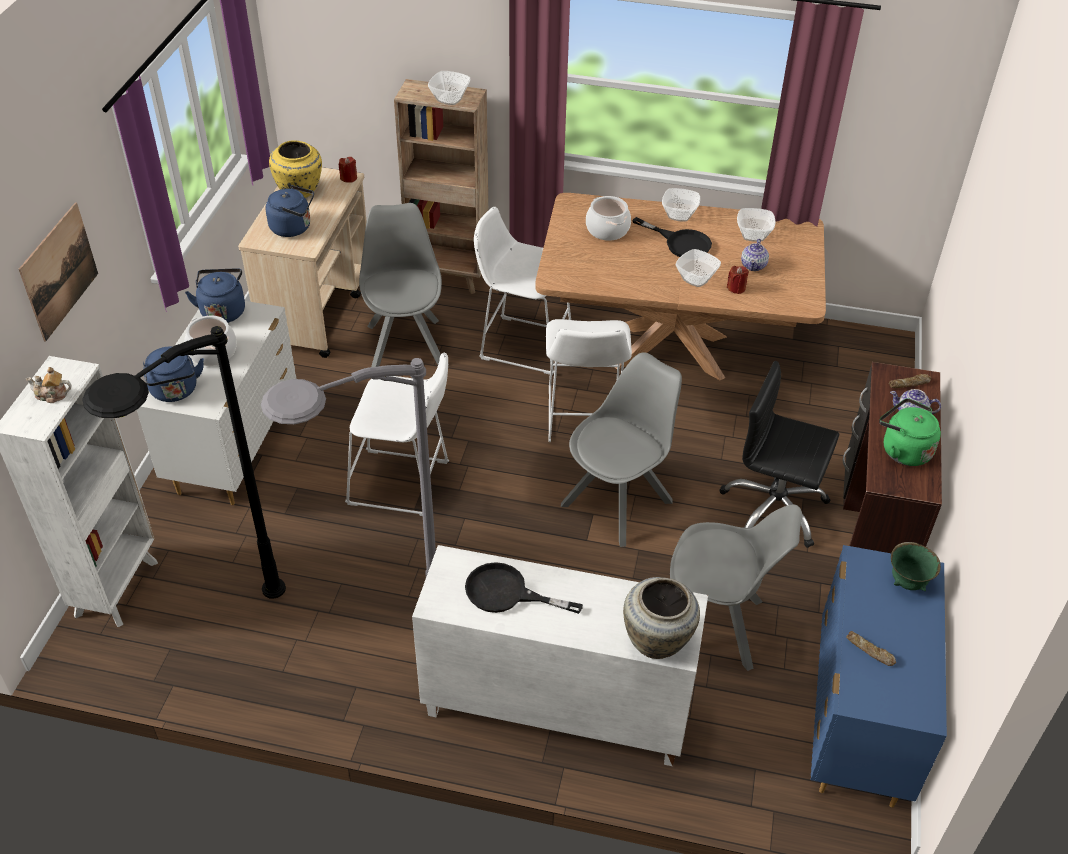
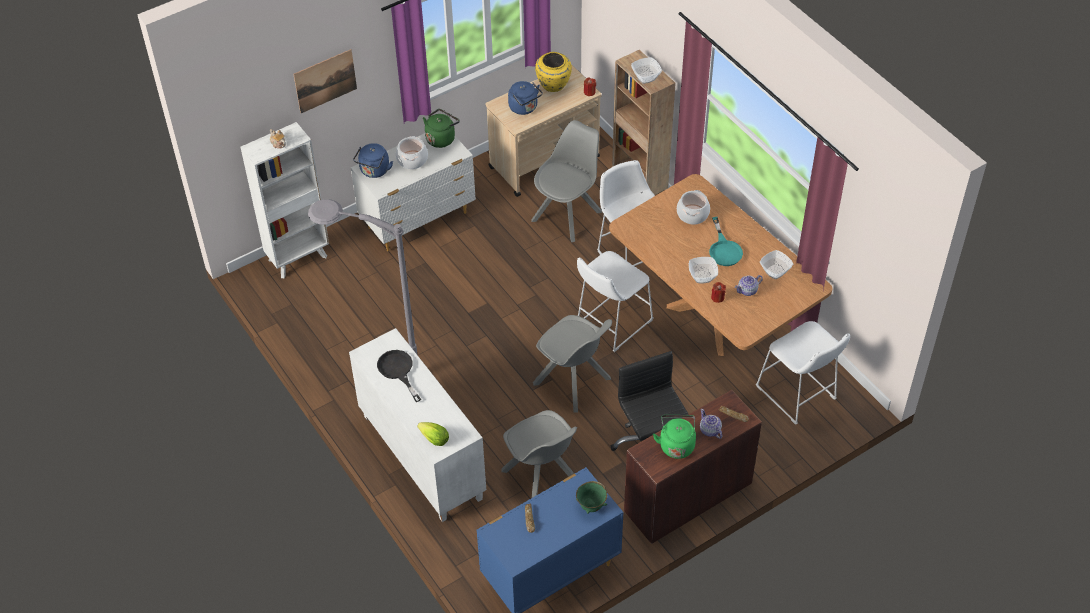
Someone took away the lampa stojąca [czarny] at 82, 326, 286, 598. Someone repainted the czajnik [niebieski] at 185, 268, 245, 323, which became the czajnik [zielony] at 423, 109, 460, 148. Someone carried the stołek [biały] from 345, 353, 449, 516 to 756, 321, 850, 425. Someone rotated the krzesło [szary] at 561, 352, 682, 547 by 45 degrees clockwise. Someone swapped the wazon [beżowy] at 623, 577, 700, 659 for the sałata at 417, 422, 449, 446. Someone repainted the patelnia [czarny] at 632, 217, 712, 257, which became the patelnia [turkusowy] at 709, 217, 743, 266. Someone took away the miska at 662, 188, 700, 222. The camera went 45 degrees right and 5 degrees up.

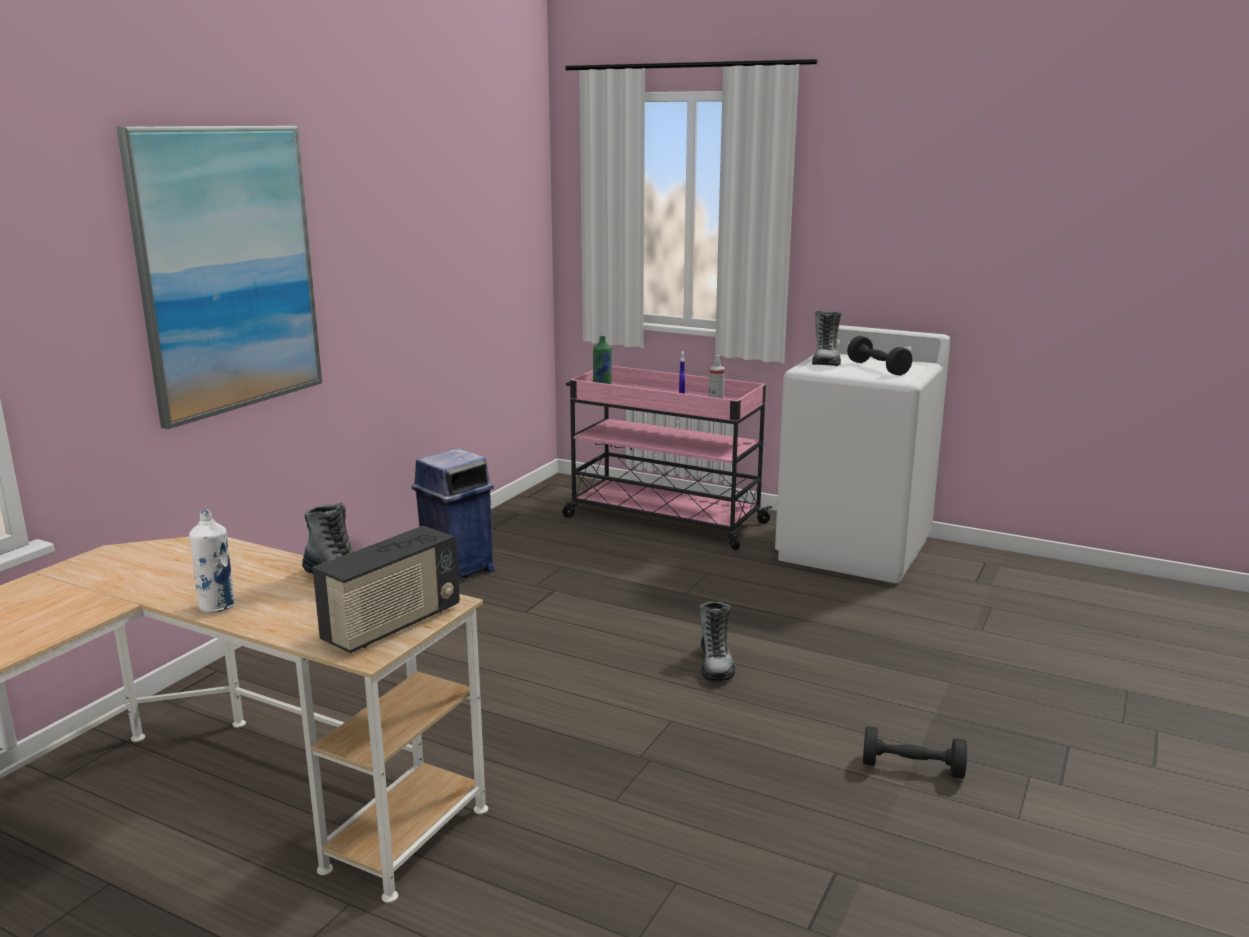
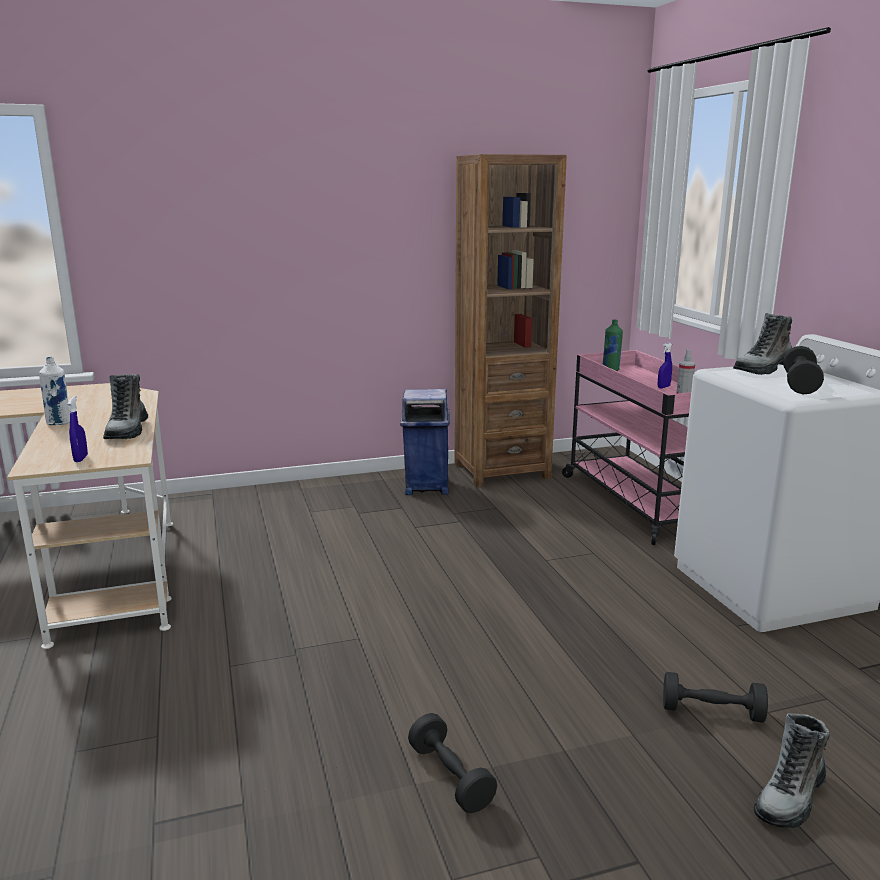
Someone took away the obraz at 117, 126, 322, 429. Someone swapped the radio at 312, 526, 460, 653 for the spryskiwacz [niebieski] at 68, 396, 88, 462. Someone carried the but z cholewką from 699, 602, 735, 681 to 754, 713, 830, 828. Someone put down the regał [brązowy] at 454, 154, 567, 487. Someone put down the hantel [czarny] at 663, 672, 768, 723. The camera went 45 degrees right and 0 degrees up.

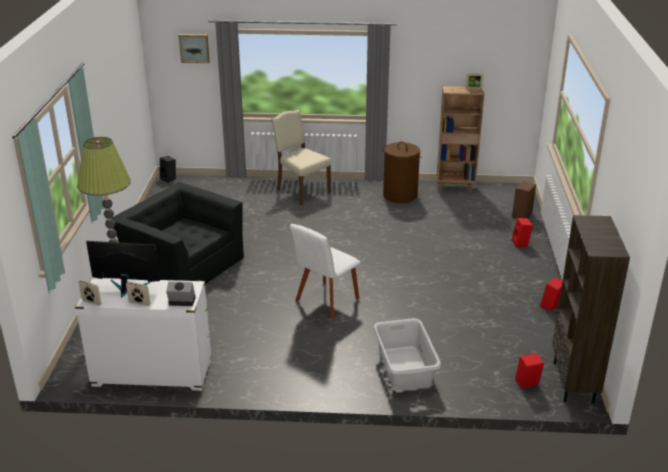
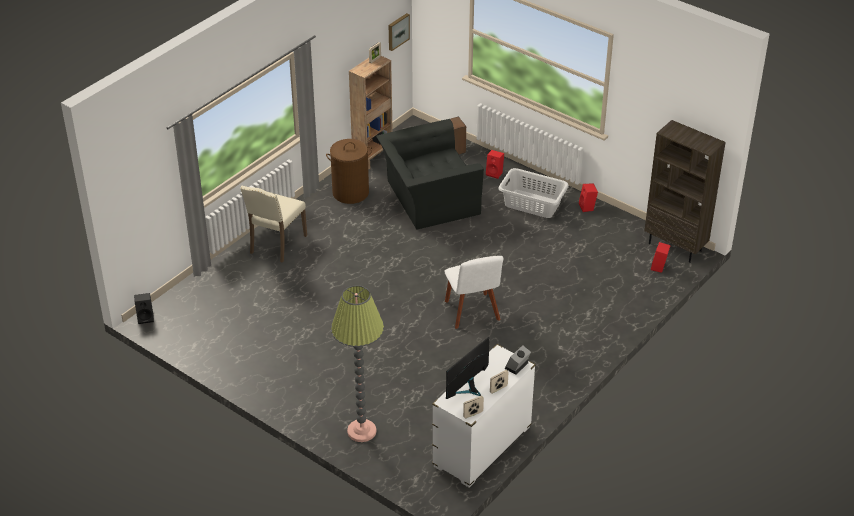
Someone carried the fotel [czarny] from 111, 182, 244, 284 to 376, 119, 484, 229. Someone carried the obraz from 179, 34, 210, 63 to 389, 13, 410, 51. Someone rotated the krzesło [beżowy] at 271, 110, 331, 205 by 60 degrees counterclockwise. Someone carried the kosz na pranie [szary] from 373, 318, 441, 390 to 498, 168, 569, 218. The camera went 55 degrees left and 10 degrees up.

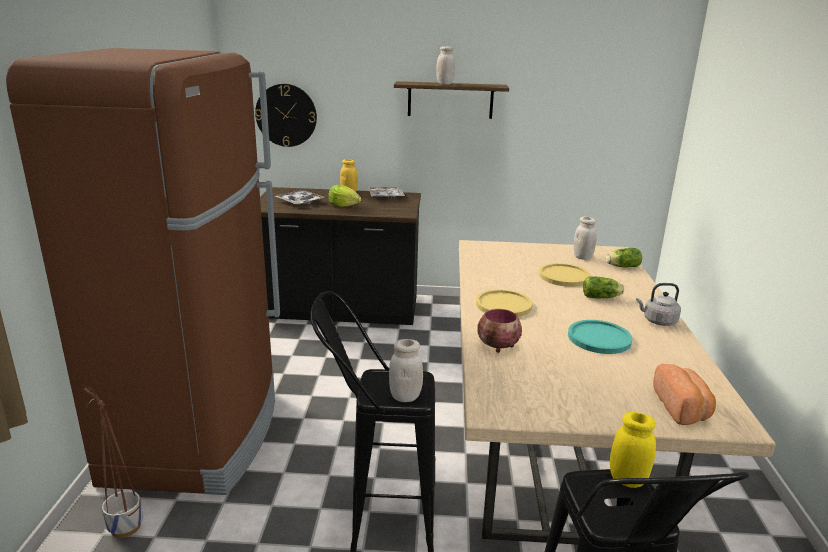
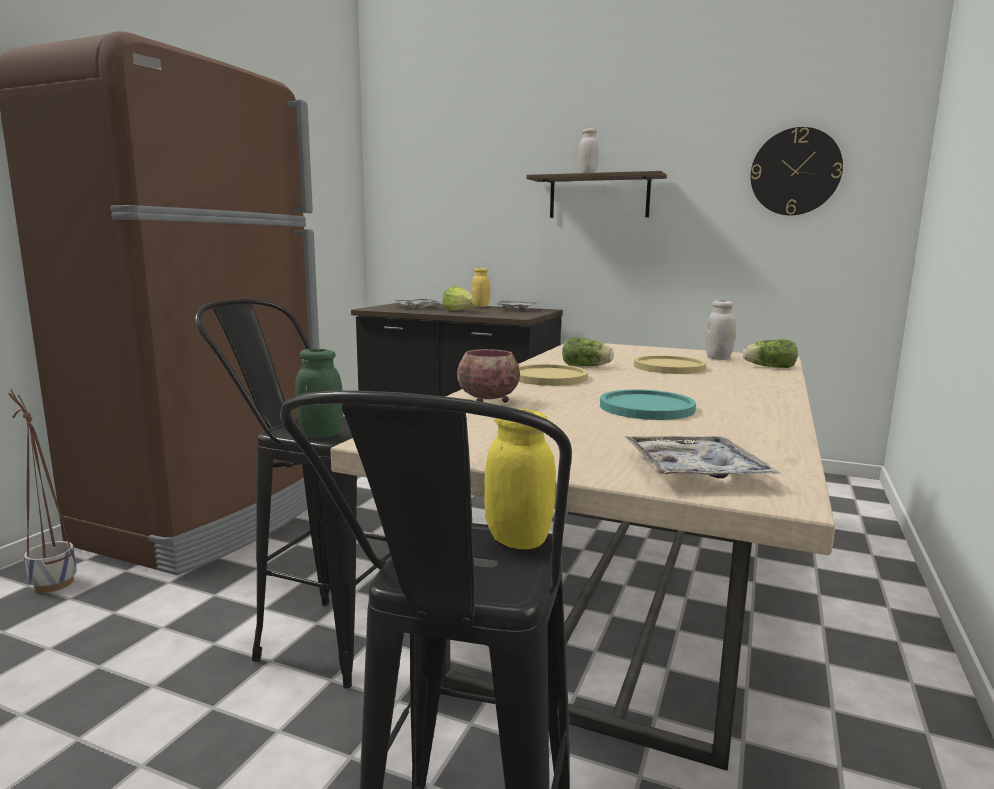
Someone carried the zegar ścienny from 255, 84, 317, 147 to 751, 127, 843, 215. Someone repainted the słoik [biały] at 389, 339, 423, 402, which became the słoik [zielony] at 295, 348, 343, 438. Someone carried the sałata from 583, 276, 624, 298 to 562, 337, 614, 366. Someone took away the czajnik [szary] at 636, 283, 681, 326. Someone swapped the chleb at 653, 364, 716, 425 for the taca at 624, 436, 780, 478. The camera went 20 degrees right and 10 degrees down.

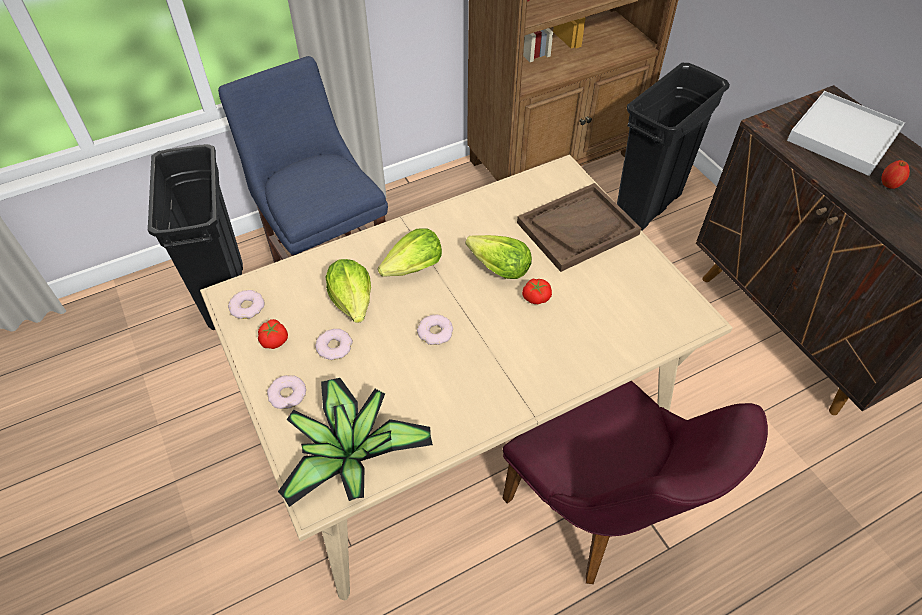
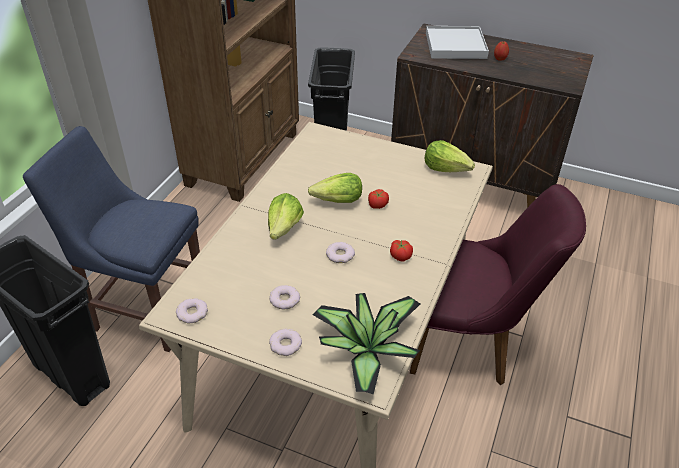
Someone carried the pomidor from 258, 319, 288, 349 to 390, 240, 413, 261. Someone carried the sałata from 326, 259, 371, 323 to 425, 140, 475, 172. Someone took away the taca [brązowy] at 517, 183, 641, 272. The camera went 40 degrees left and 10 degrees down.

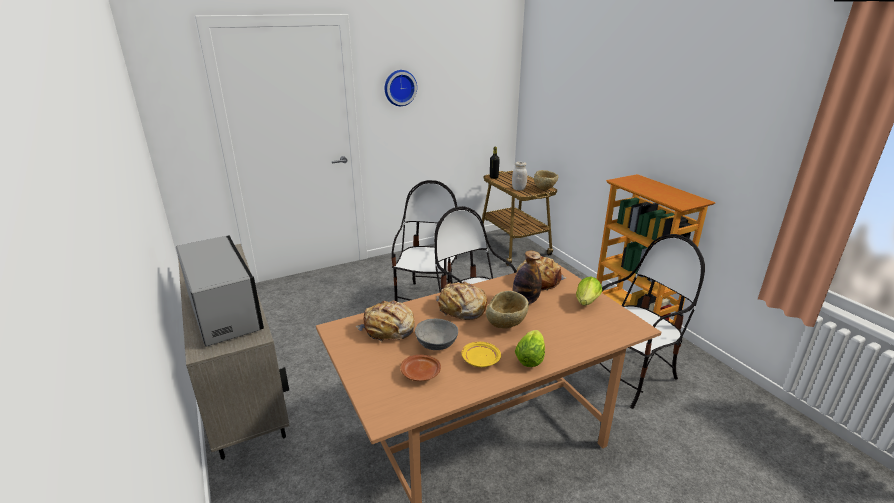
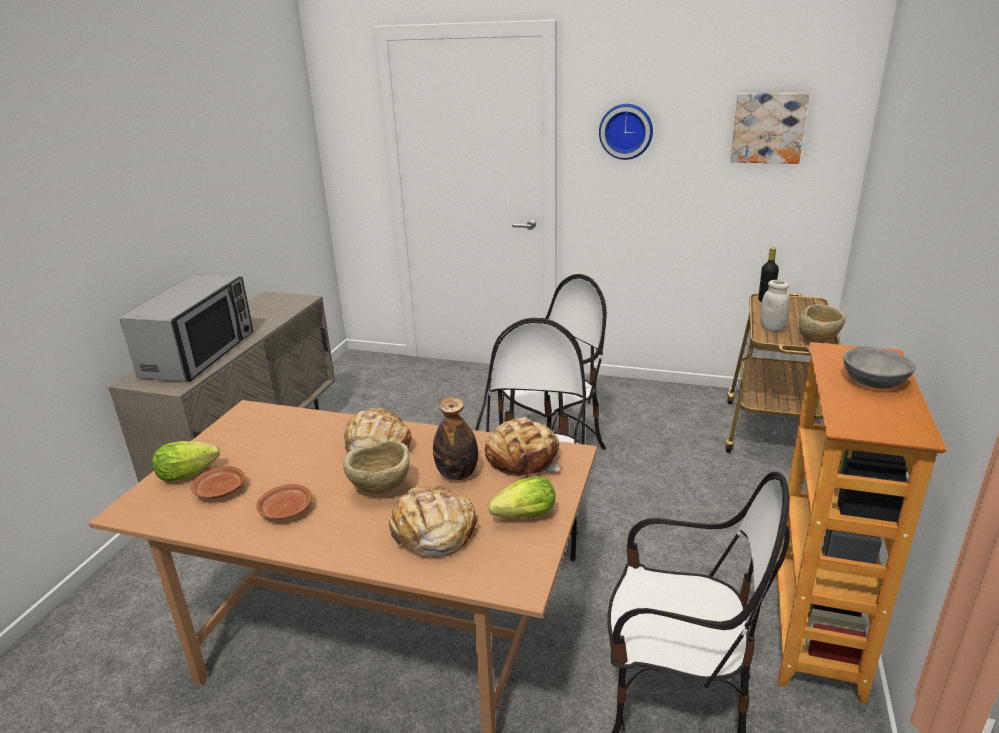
Someone carried the chleb from 356, 300, 415, 342 to 389, 486, 477, 557. Someone carried the miska [szary] from 415, 319, 458, 350 to 844, 346, 916, 388. Someone repainted the talerz [żółty] at 461, 342, 501, 367, which became the talerz [brązowy] at 256, 484, 312, 519. Someone carried the sałata from 515, 330, 545, 367 to 152, 441, 220, 482. Someone put up the obraz at 731, 93, 809, 164. The camera went 45 degrees right and 0 degrees up.

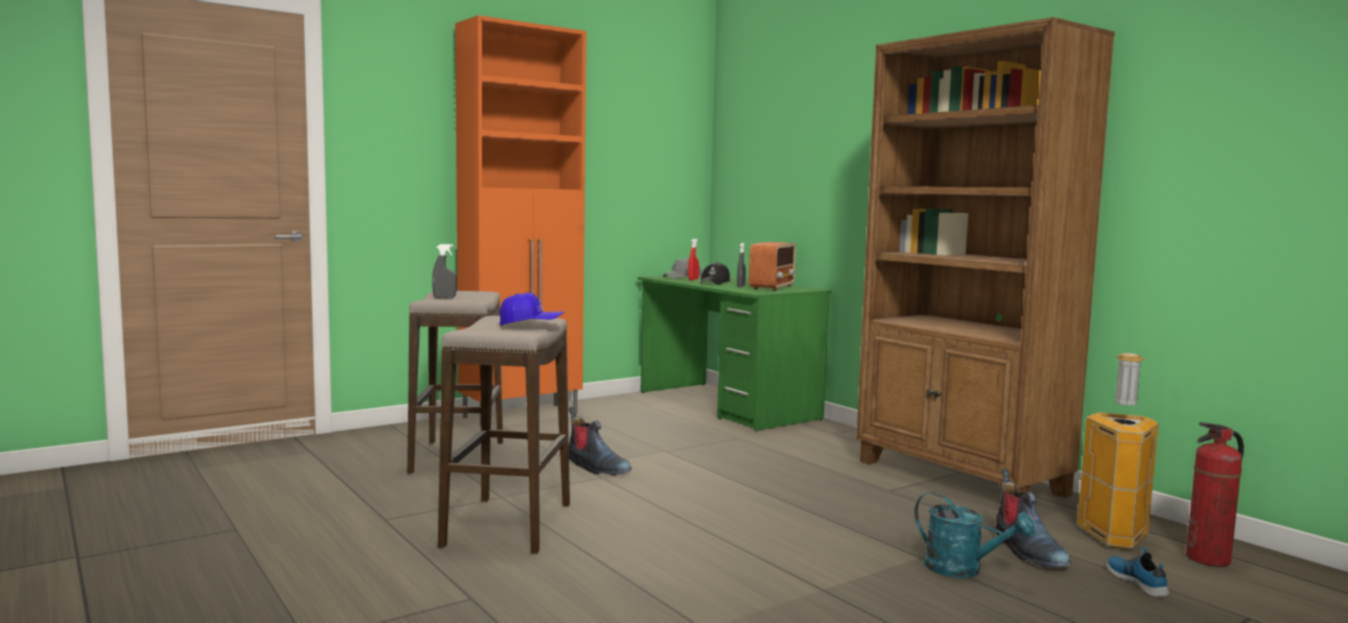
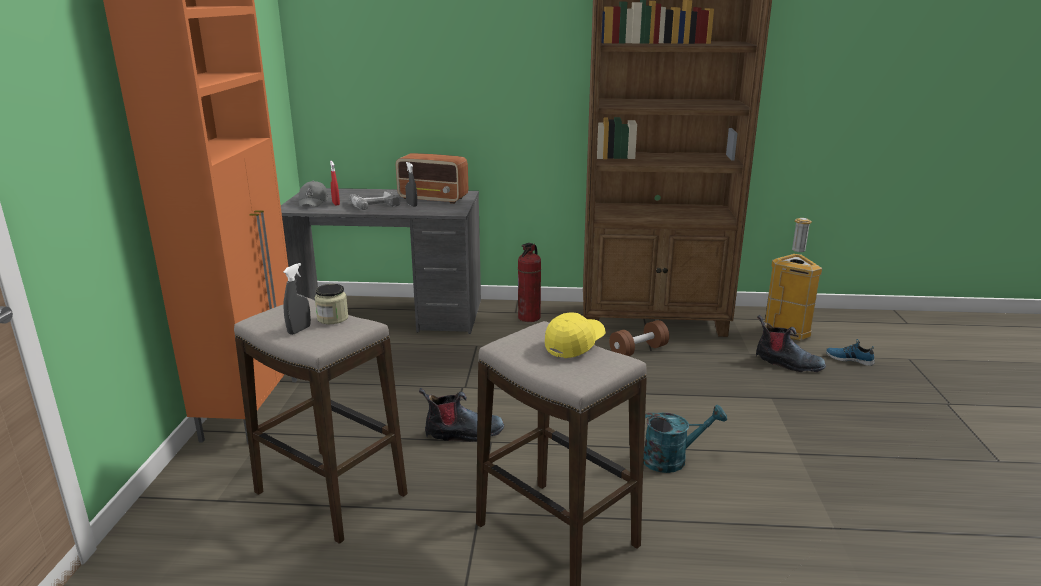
Someone repainted the czapka z daszkiem [niebieski] at 500, 292, 564, 326, which became the czapka z daszkiem [żółty] at 545, 312, 606, 358. Someone repainted the biurko [zielony] at 638, 276, 831, 432, which became the biurko [szary] at 281, 188, 481, 334. Someone swapped the czapka z daszkiem [czarny] at 701, 262, 730, 285 for the wiertarka at 349, 190, 400, 210. Someone rotated the radio at 749, 242, 796, 291 by 135 degrees clockwise. Someone carried the konewka [turkusowy] from 915, 492, 1035, 578 to 643, 405, 727, 473. Someone carried the gaśnica from 1186, 422, 1244, 567 to 518, 243, 541, 322. Someone put down the słoik at 315, 284, 348, 324. Someone put down the hantel [brązowy] at 609, 320, 669, 356. The camera went 50 degrees left and 15 degrees up.

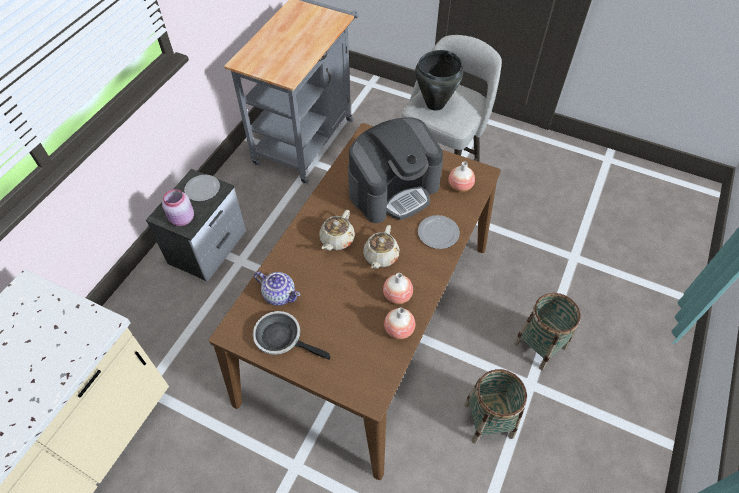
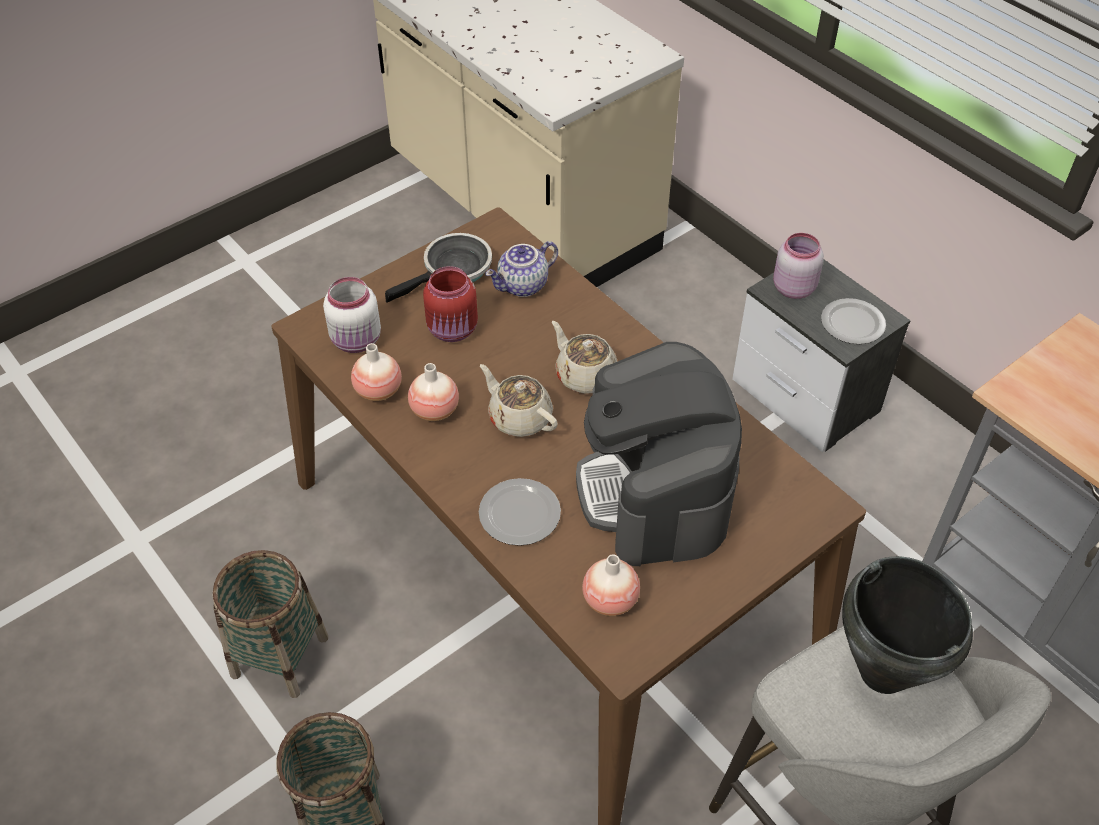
Someone put down the słoik [biały] at 323, 277, 381, 353. Someone put down the słoik [czerwony] at 423, 266, 478, 342. The camera went 115 degrees right and 5 degrees down.

